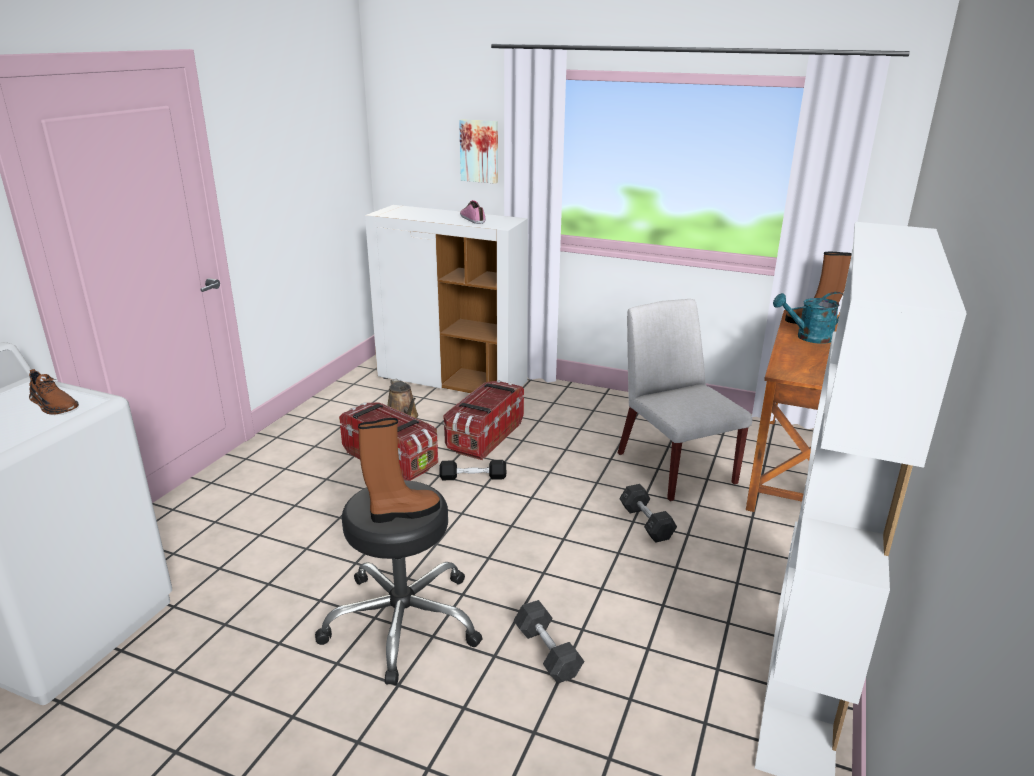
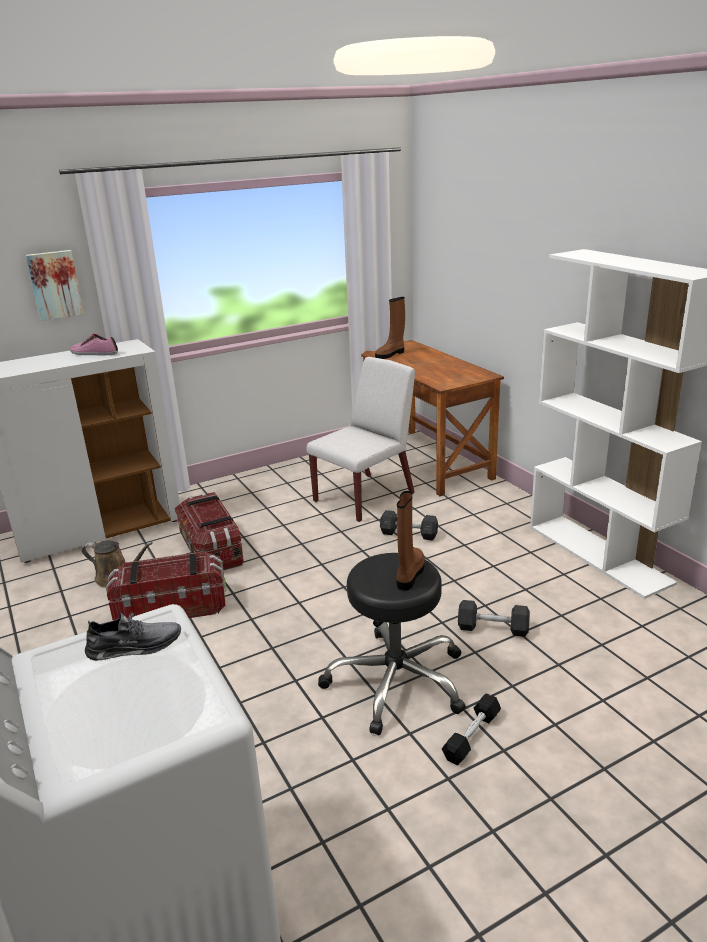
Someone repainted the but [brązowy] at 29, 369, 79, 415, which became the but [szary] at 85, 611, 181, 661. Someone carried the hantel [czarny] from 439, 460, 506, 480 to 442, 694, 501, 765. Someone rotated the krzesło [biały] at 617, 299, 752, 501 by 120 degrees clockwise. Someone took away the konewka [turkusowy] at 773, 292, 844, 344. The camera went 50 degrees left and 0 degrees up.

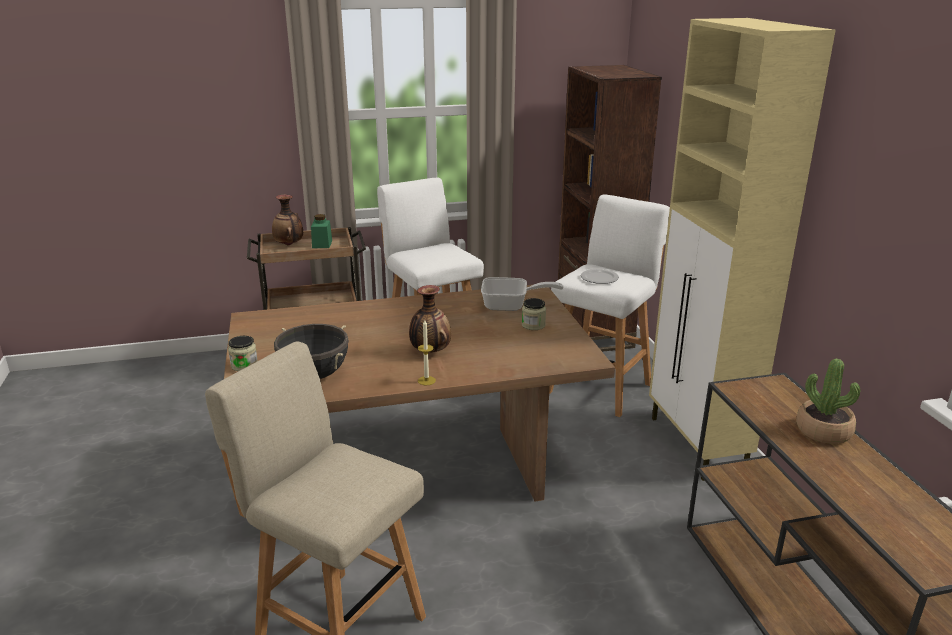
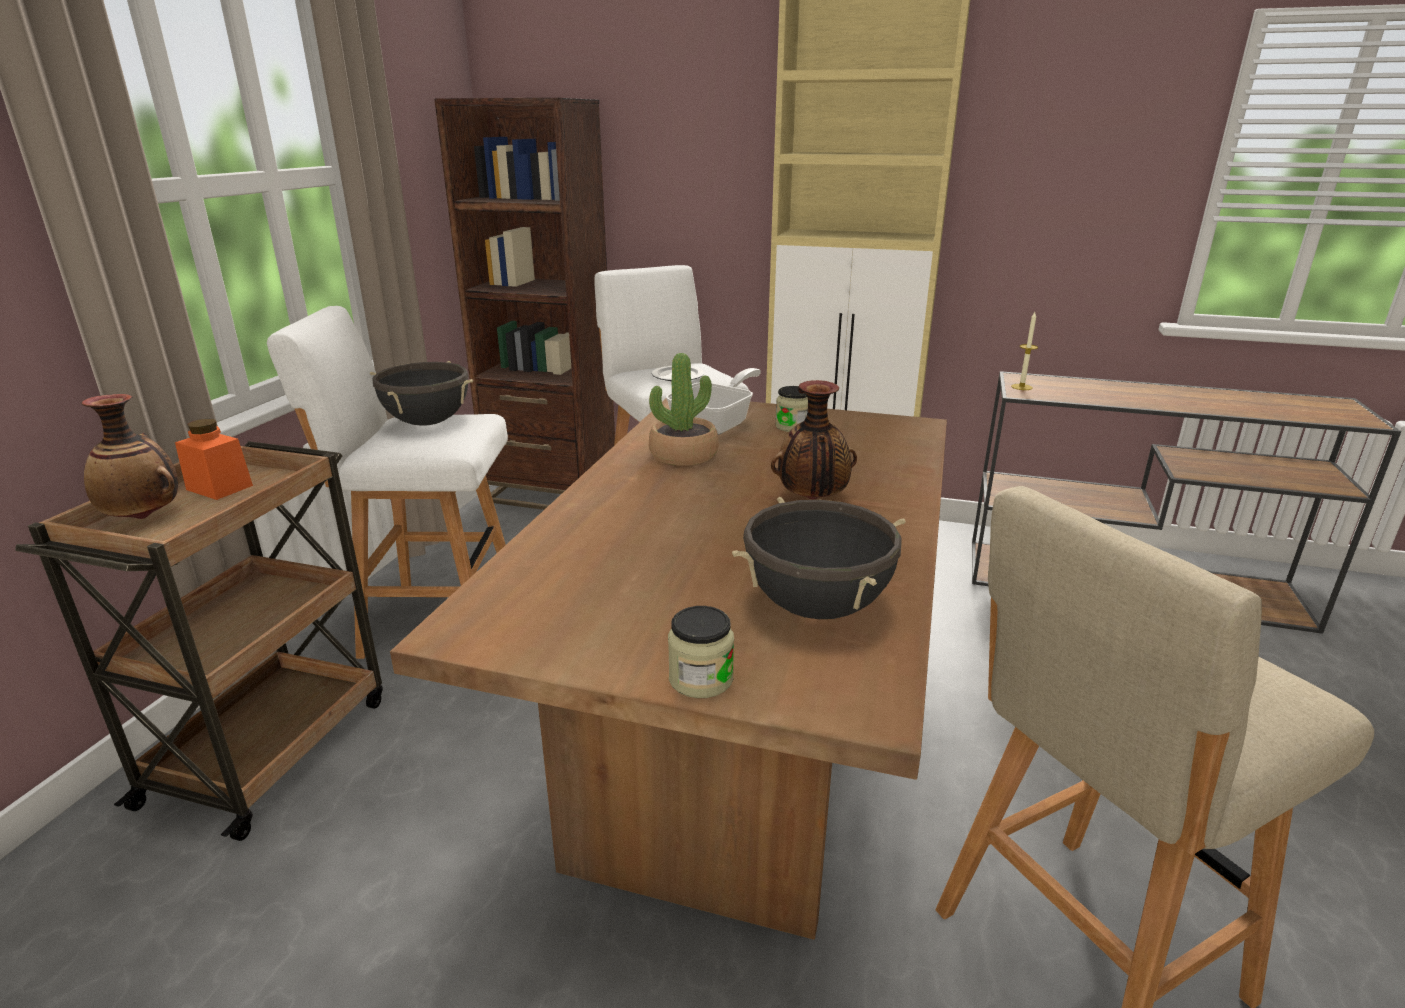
Someone repainted the słoik [zielony] at 311, 214, 332, 248, which became the słoik [pomarańczowy] at 175, 419, 253, 500. Someone carried the świeca from 418, 320, 436, 385 to 1011, 312, 1038, 390. Someone carried the roślina doniczkowa from 796, 359, 860, 444 to 649, 353, 719, 466. Someone put down the garnek [czarny] at 370, 361, 473, 426. The camera went 60 degrees left and 0 degrees up.

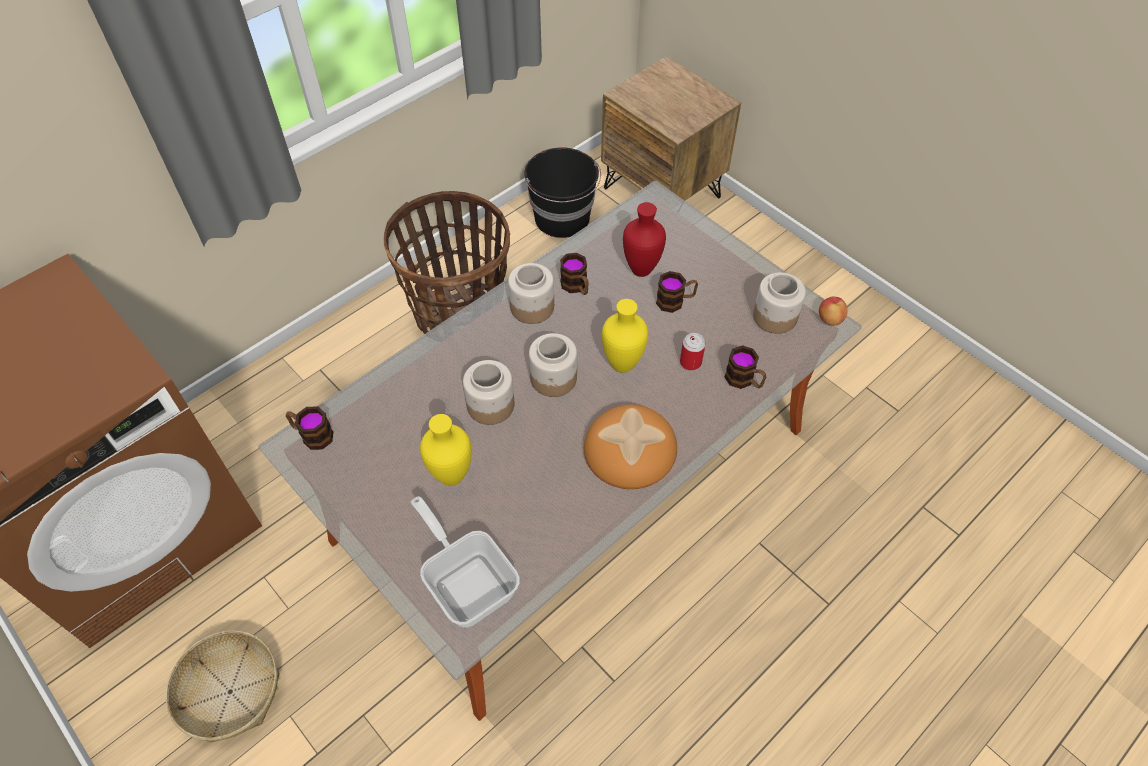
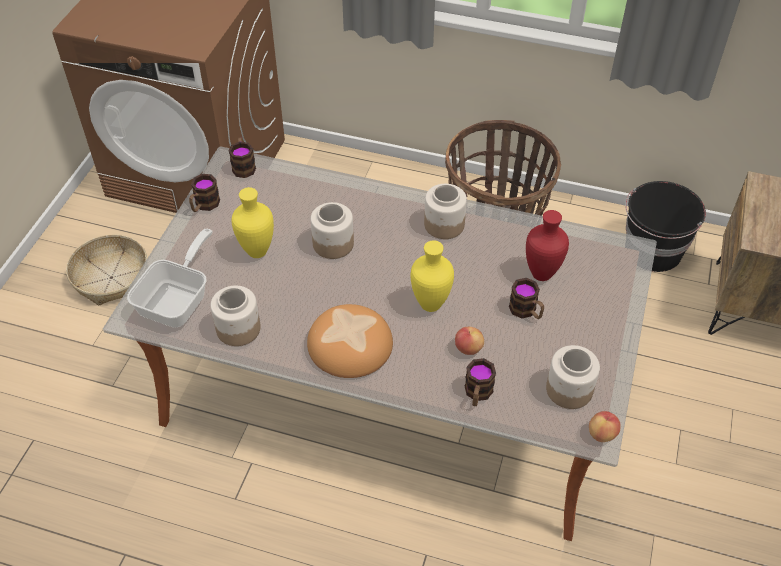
Someone carried the słoik from 529, 333, 577, 397 to 210, 286, 261, 346. Someone carried the kubek from 560, 253, 589, 295 to 189, 174, 220, 212. Someone swapped the puszka at 680, 333, 706, 370 for the jabłko at 455, 327, 484, 355. The camera went 60 degrees right and 5 degrees down.

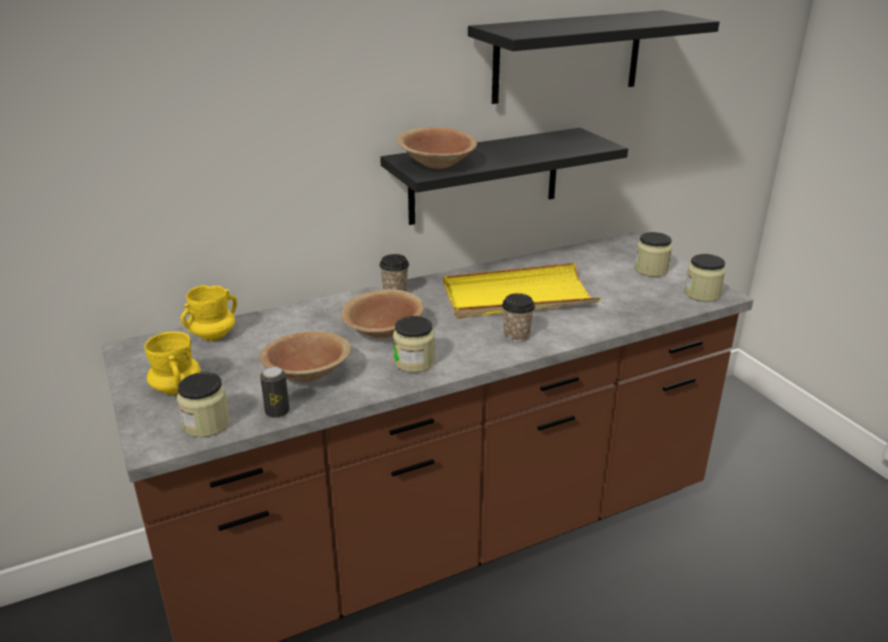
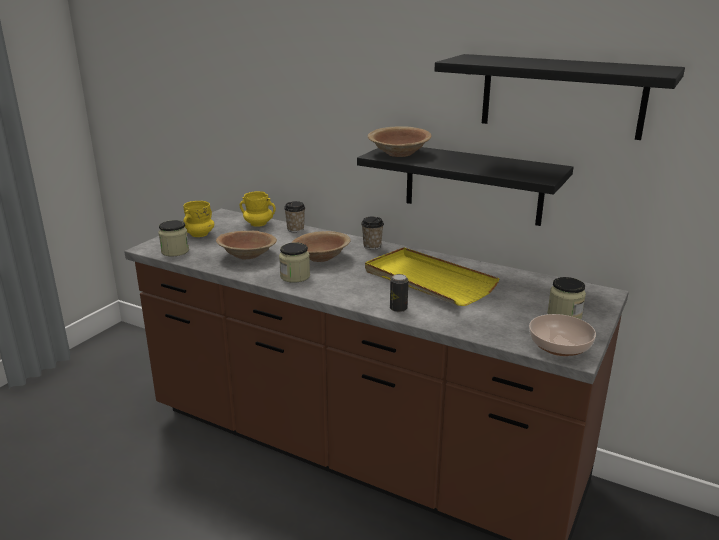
Someone carried the puszka from 260, 366, 290, 418 to 390, 274, 408, 312. Someone carried the filiżanka from 502, 293, 535, 342 to 284, 201, 306, 232. Someone swapped the słoik at 684, 254, 725, 302 for the miska at 529, 314, 596, 356. The camera went 55 degrees right and 5 degrees down.

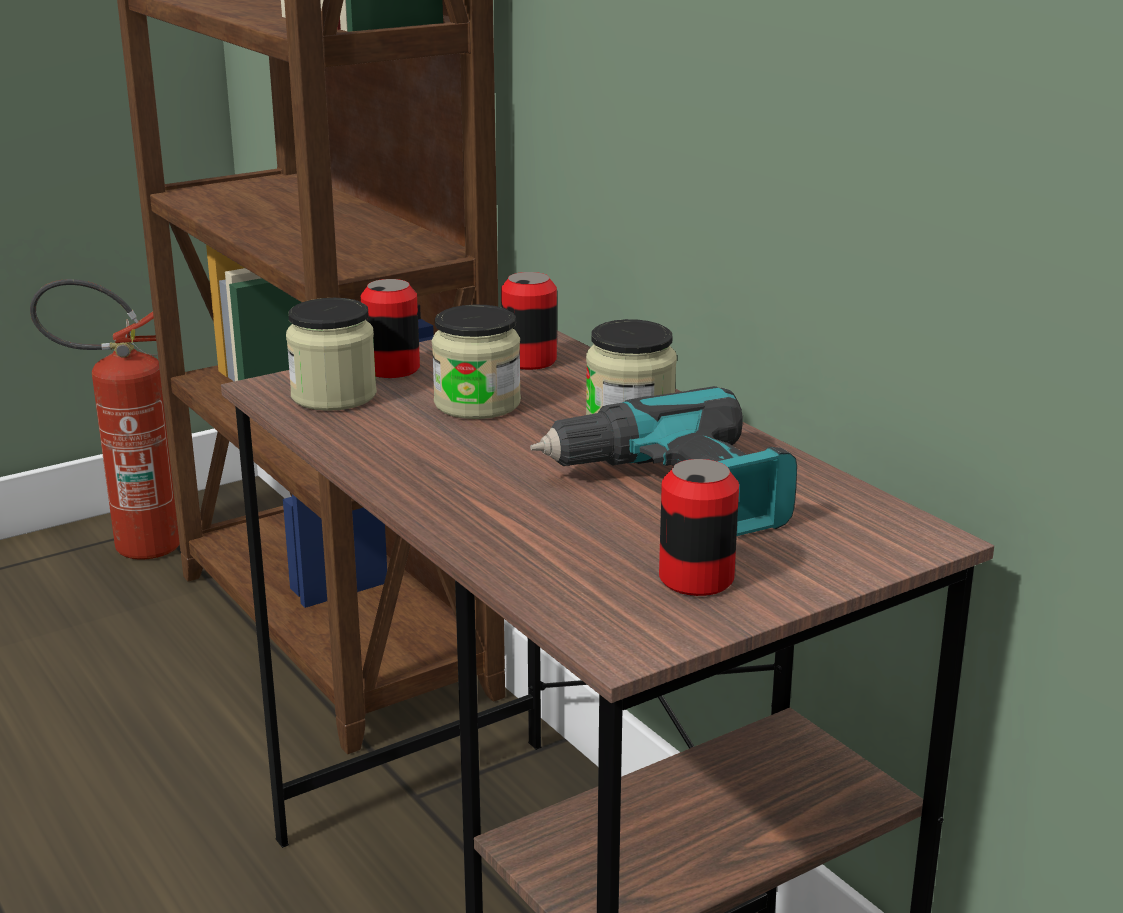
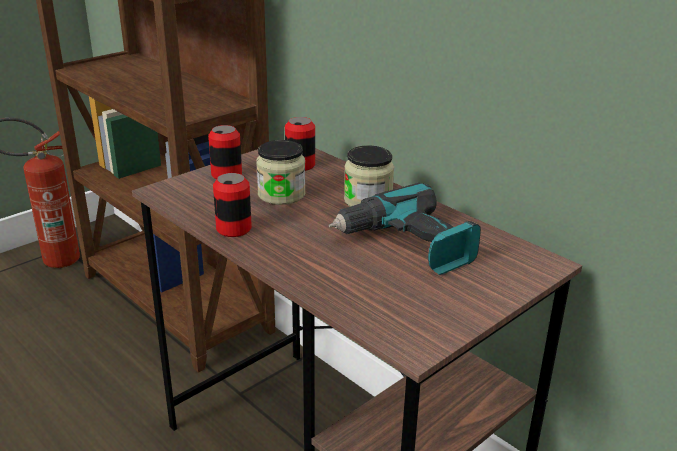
Someone took away the słoik at 286, 298, 377, 411. Someone carried the puszka from 659, 459, 739, 596 to 213, 173, 252, 237. The camera went 10 degrees left and 5 degrees up.

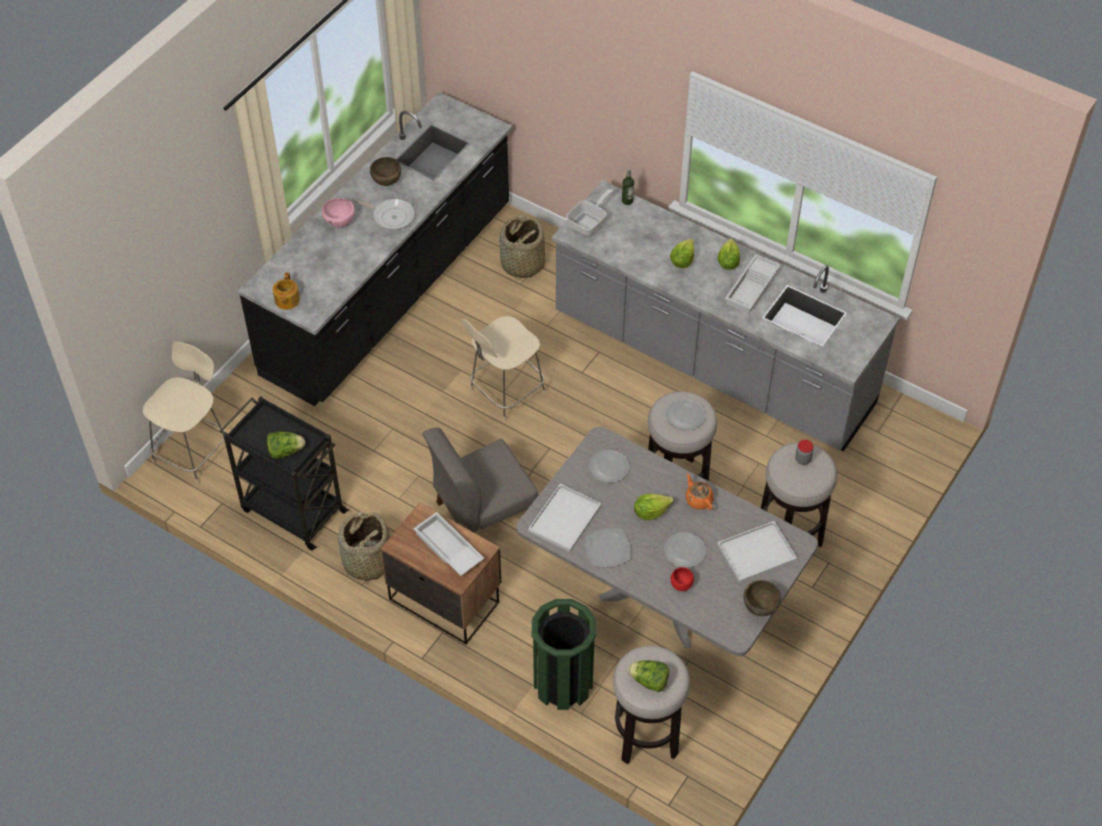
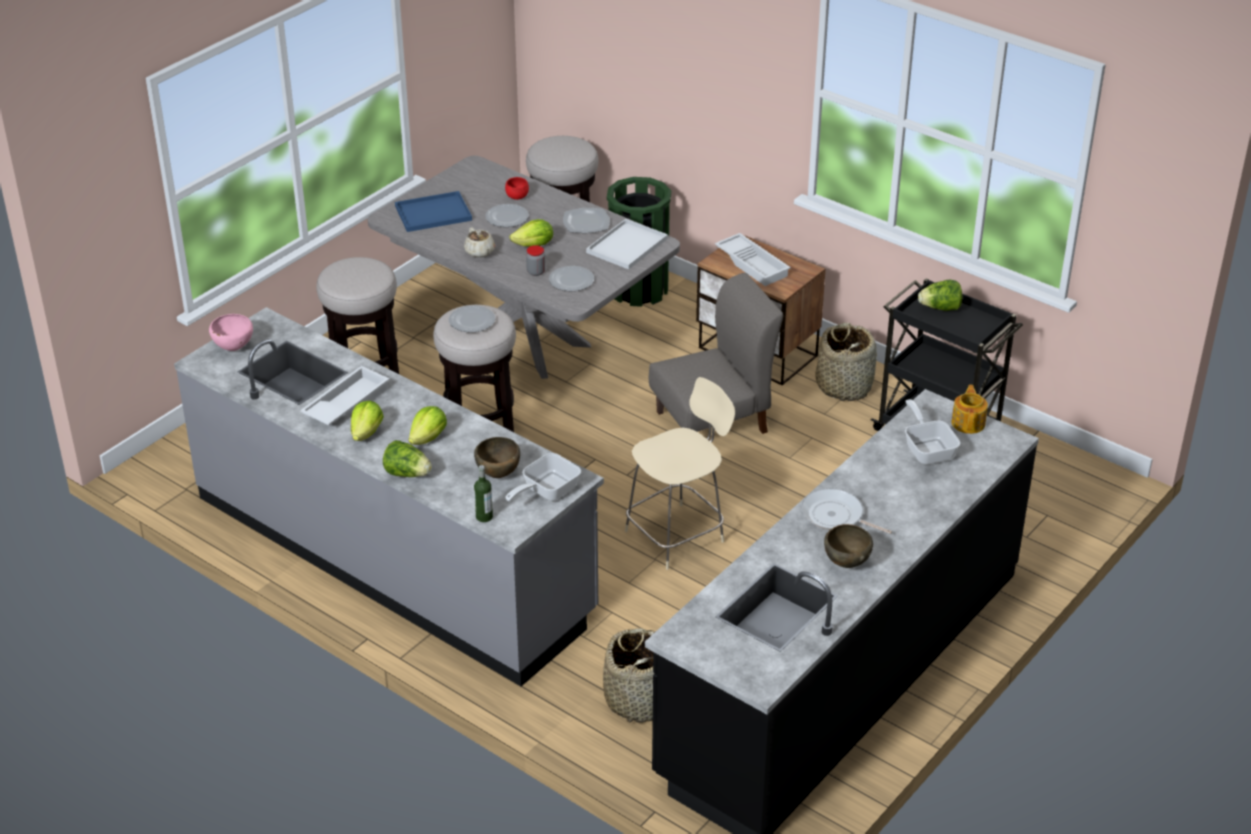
Someone took away the krzesło [beżowy] at 143, 342, 225, 484. Someone carried the miska [różowy] from 322, 198, 355, 227 to 209, 314, 253, 351. Someone carried the sałata from 628, 660, 669, 692 to 383, 440, 432, 477. Someone repainted the imbryk [pomarańczowy] at 685, 473, 714, 510, which became the imbryk [beżowy] at 464, 227, 495, 258. Someone repainted the taca [biały] at 717, 521, 797, 583, which became the taca [niebieski] at 395, 191, 472, 232. Someone carried the miska [brązowy] from 743, 580, 781, 616 to 474, 437, 520, 478. Someone carried the słoik from 795, 440, 814, 465 to 526, 245, 545, 276. Someone put down the patelnia at 905, 399, 960, 464. The camera went 175 degrees left and 15 degrees down.

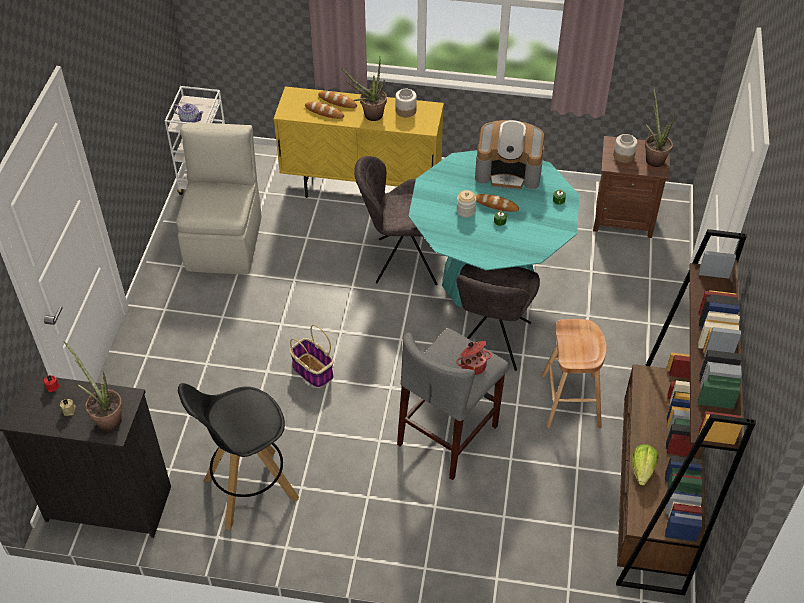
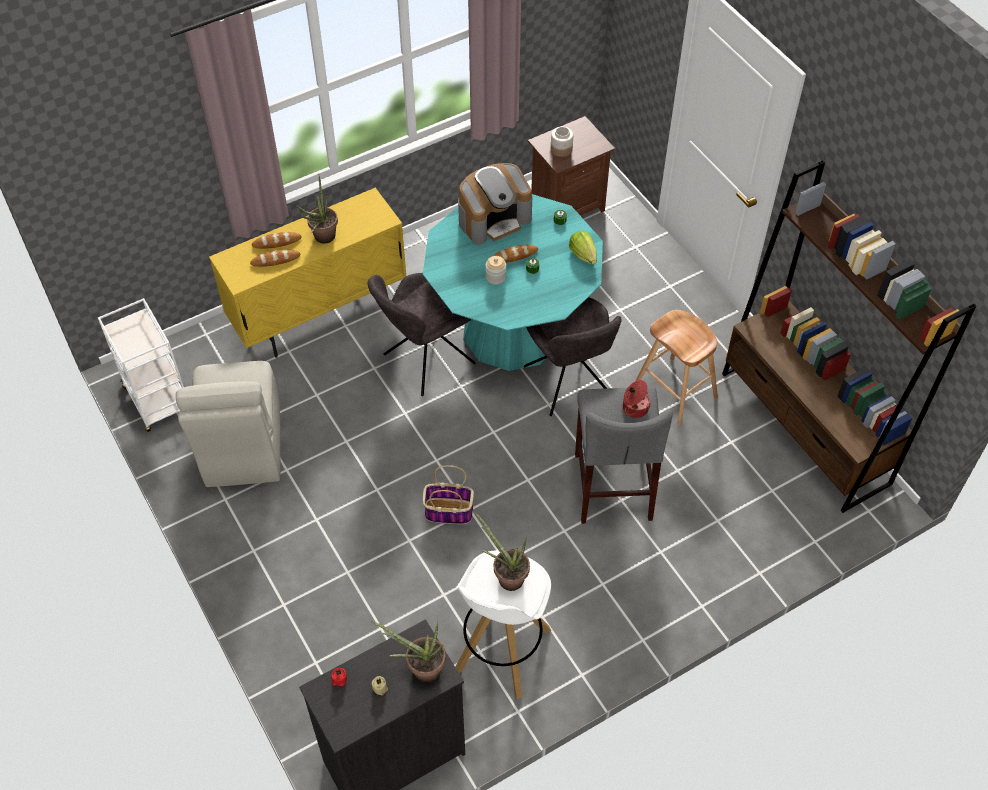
Someone took away the imbryk at 173, 103, 204, 122. Someone rotated the krzesło [beżowy] at 176, 122, 261, 275 by 150 degrees counterclockwise. Someone repainted the stołek [czarny] at 178, 383, 299, 530, which became the stołek [biały] at 455, 550, 551, 699. Someone took away the słoik at 395, 89, 417, 117. Someone carried the sałata from 632, 444, 658, 486 to 569, 231, 597, 264. Someone carried the roślina doniczkowa from 645, 86, 675, 167 to 474, 511, 530, 591. The camera went 40 degrees left and 5 degrees up.

